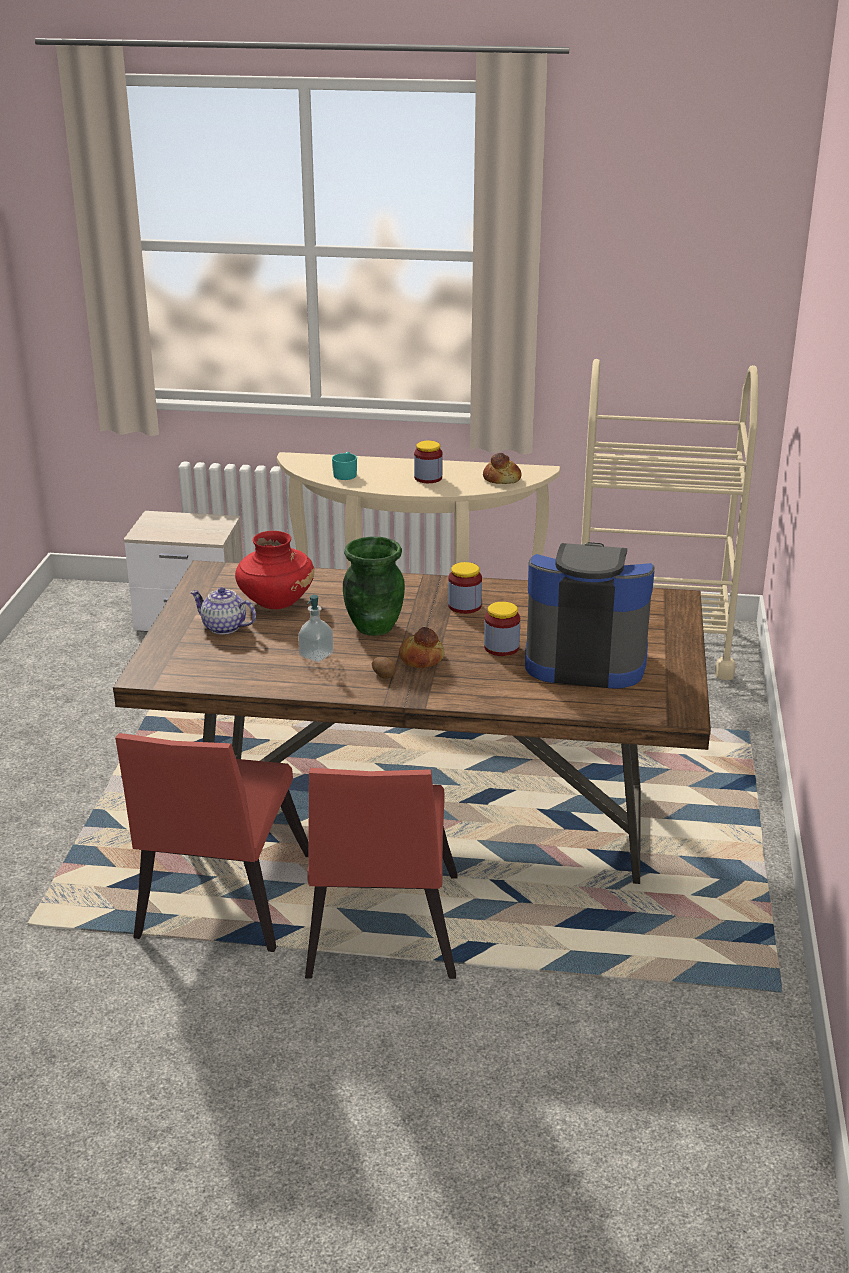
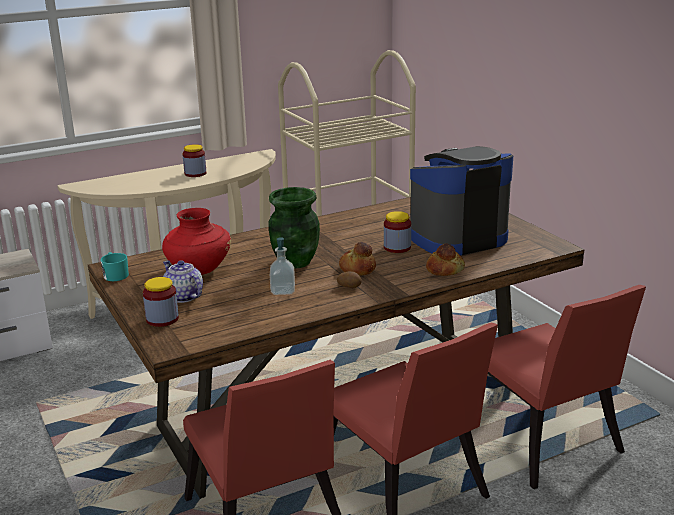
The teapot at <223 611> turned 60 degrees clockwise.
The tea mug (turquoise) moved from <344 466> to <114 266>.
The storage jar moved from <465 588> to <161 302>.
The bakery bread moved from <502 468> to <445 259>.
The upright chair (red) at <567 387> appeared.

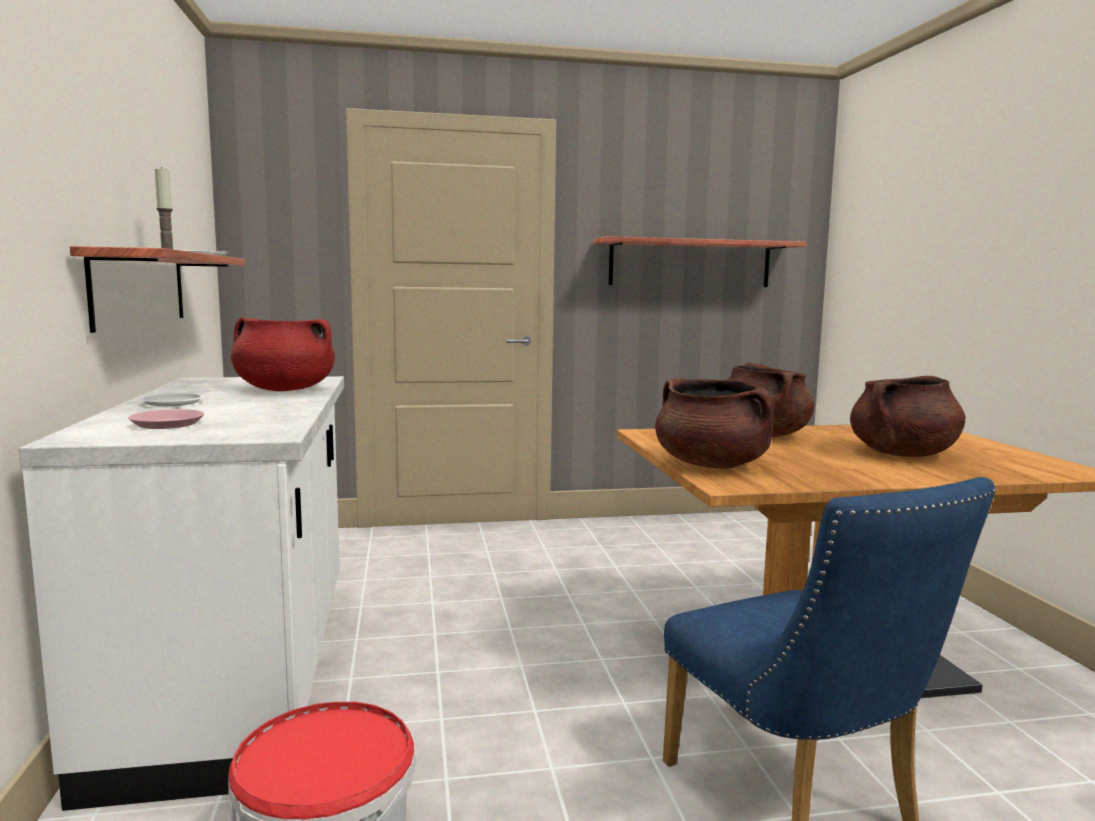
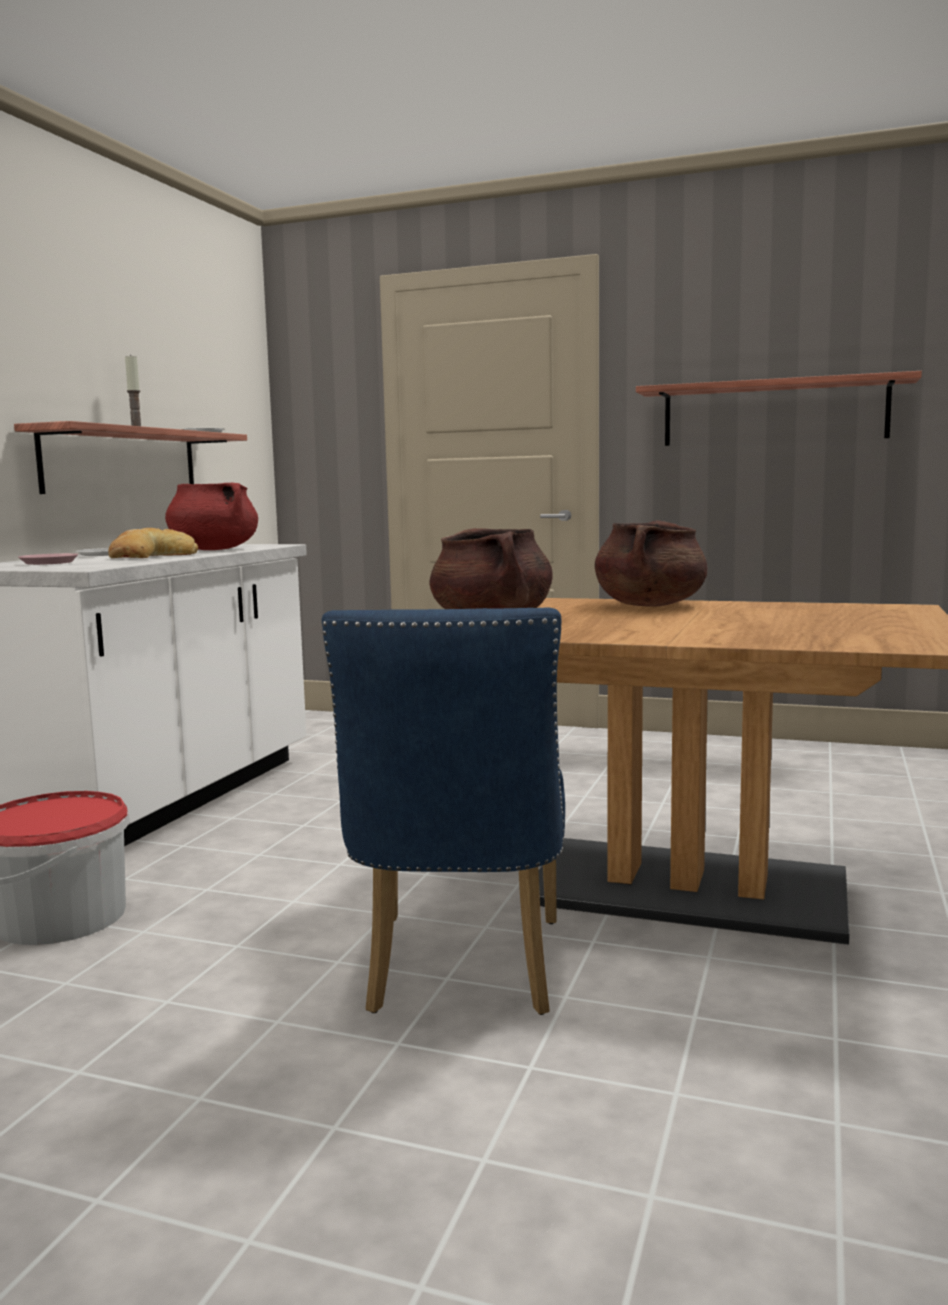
The saucepot (brown-coloured) at <907 416> disappeared.
The bakery bread at <153 543> appeared.

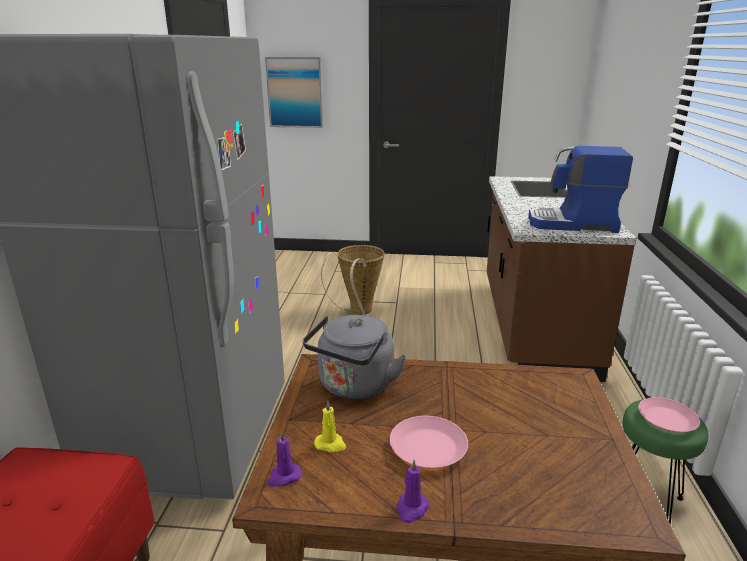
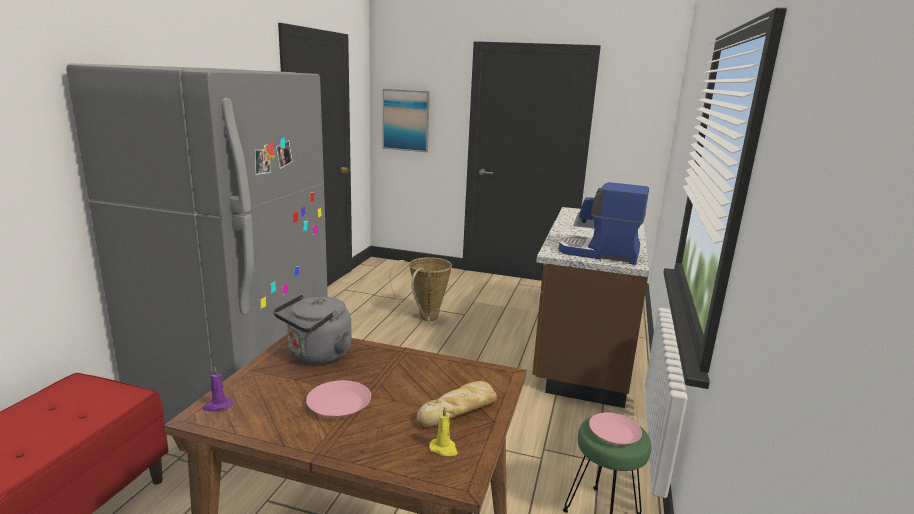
The candle (yellow) moved from <330 426> to <443 431>.
The candle (purple) at <413 491> disappeared.
The bakery bread at <456 405> appeared.

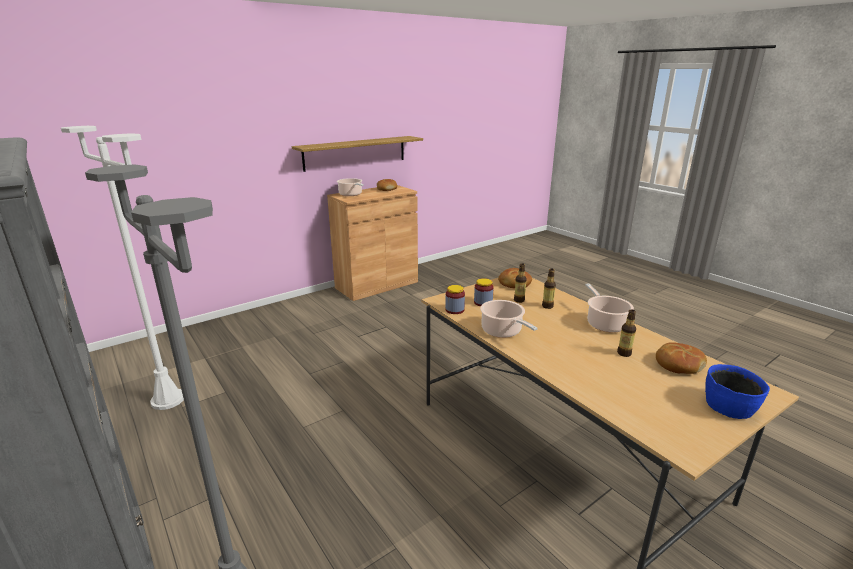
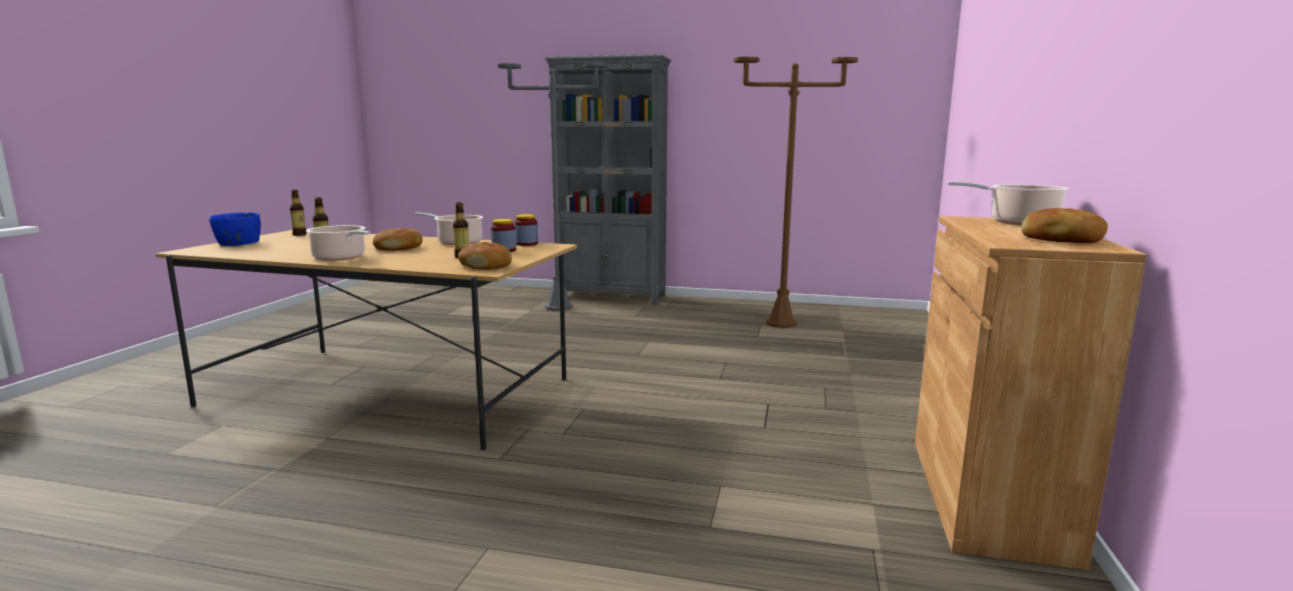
The floor lamp (white) at <122 268> became the floor lamp (brown-coloured) at <796 192>.
The shelf at <357 154> disappeared.
The drink bottle moved from <549 289> to <298 213>.
The bakery bread moved from <681 358> to <398 239>.

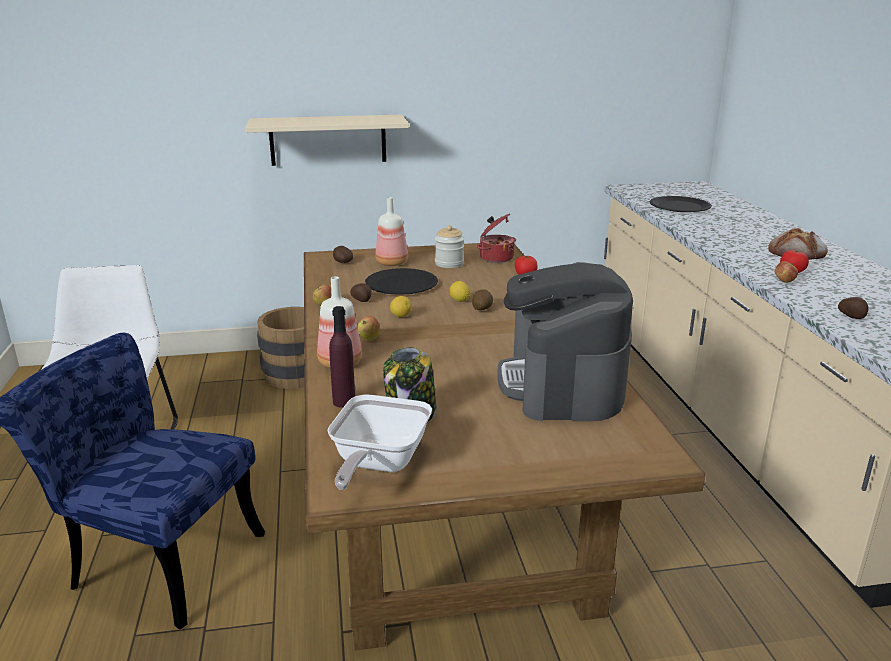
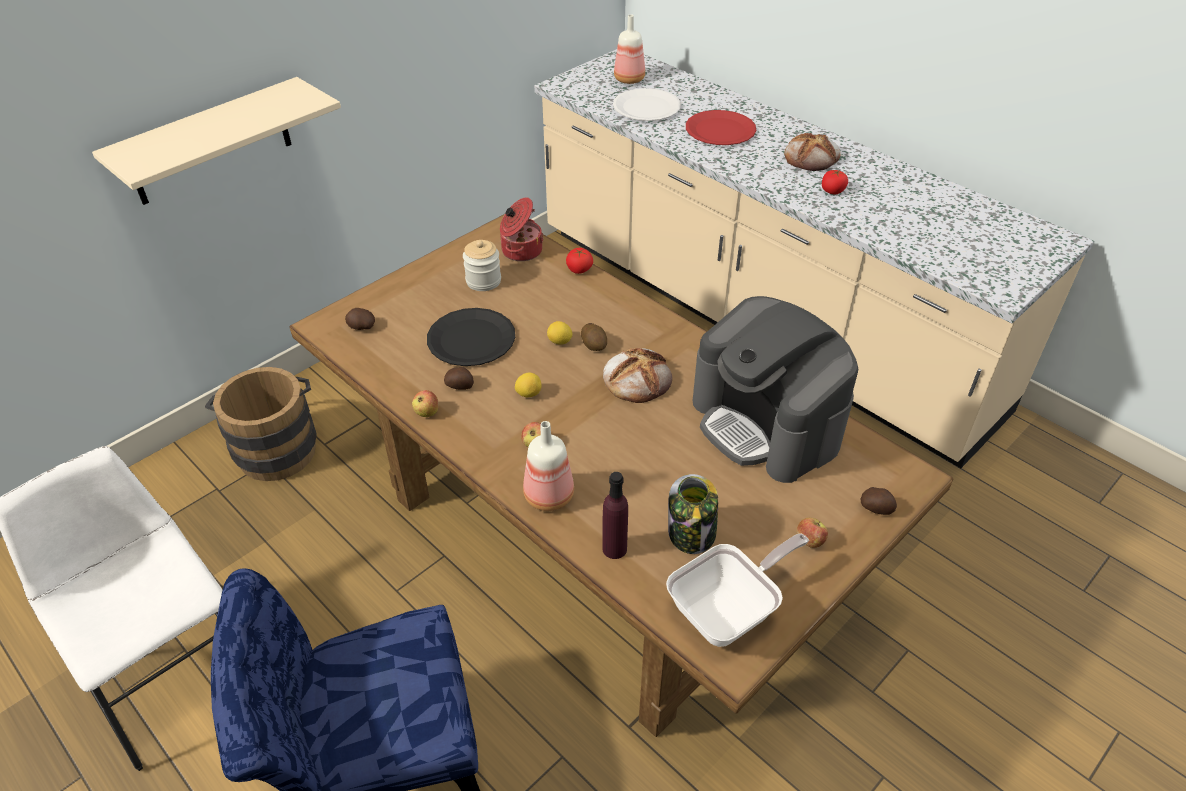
The skillet at <379 442> turned 105 degrees counterclockwise.
The drink bottle moved from <392 231> to <629 49>.
The flat dish (black-coloured) at <680 204> became the flat dish (white) at <647 104>.
The whole apple moved from <786 272> to <812 533>.
The whole potato moved from <853 308> to <879 501>.
The bakery bread at <637 375> appeared.
The flat dish (red) at <721 127> appeared.

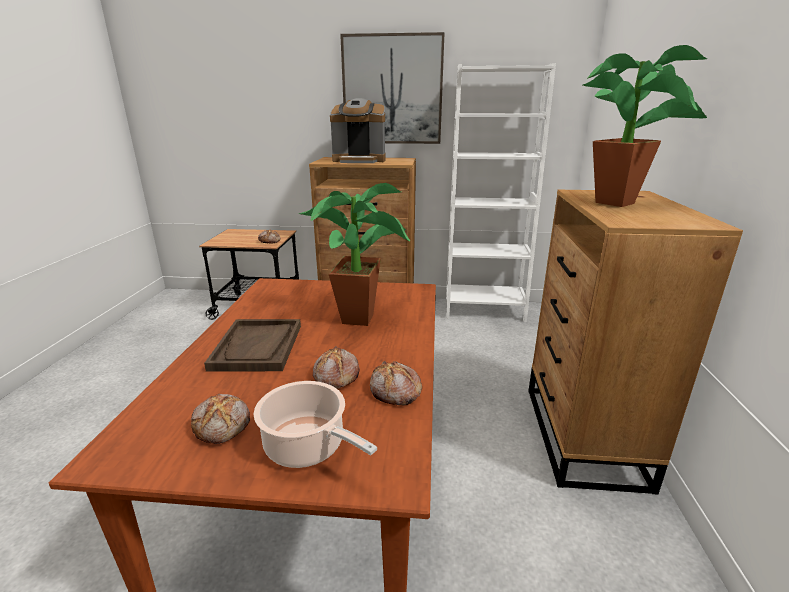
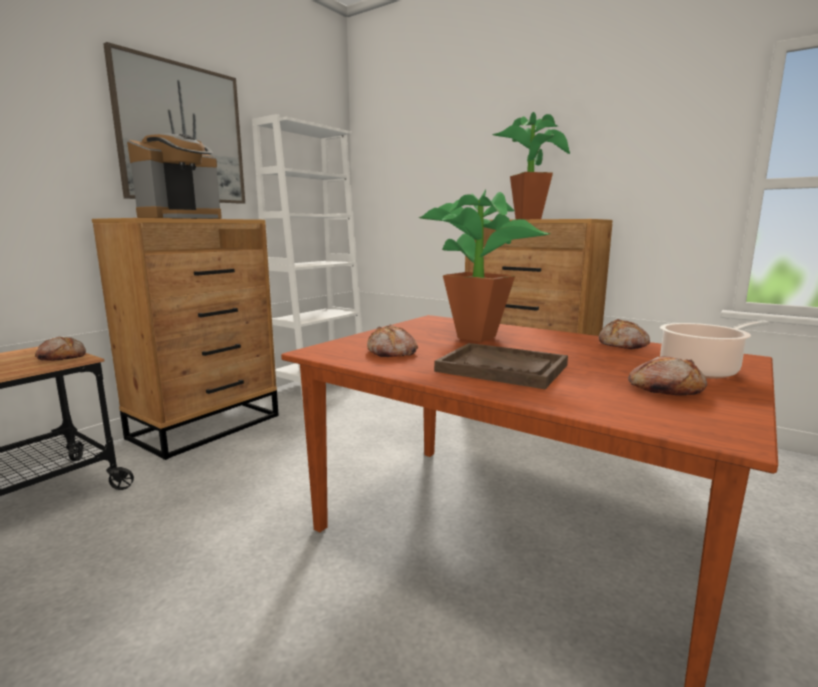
The bakery bread moved from <336 367> to <392 341>.

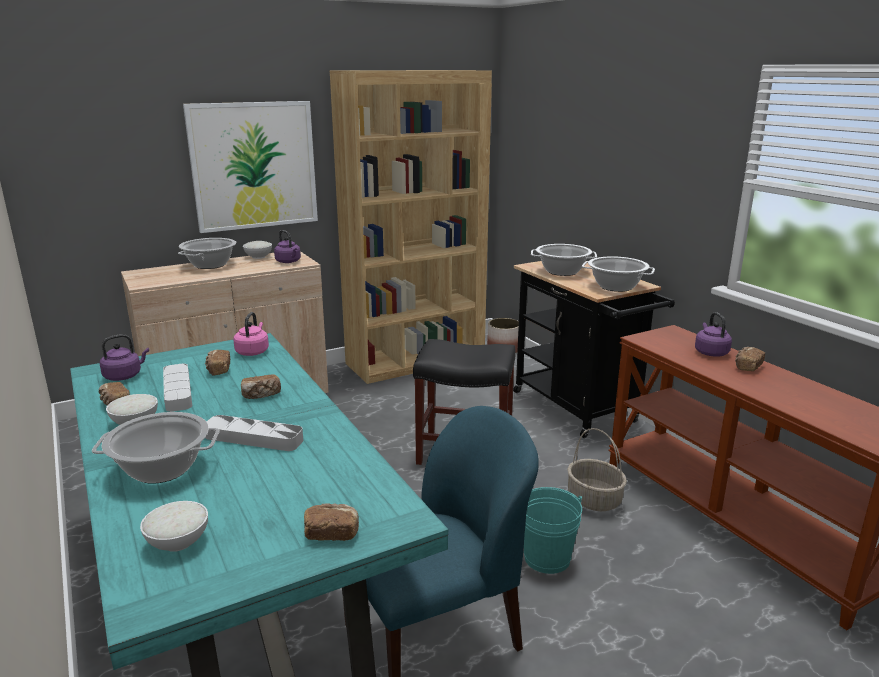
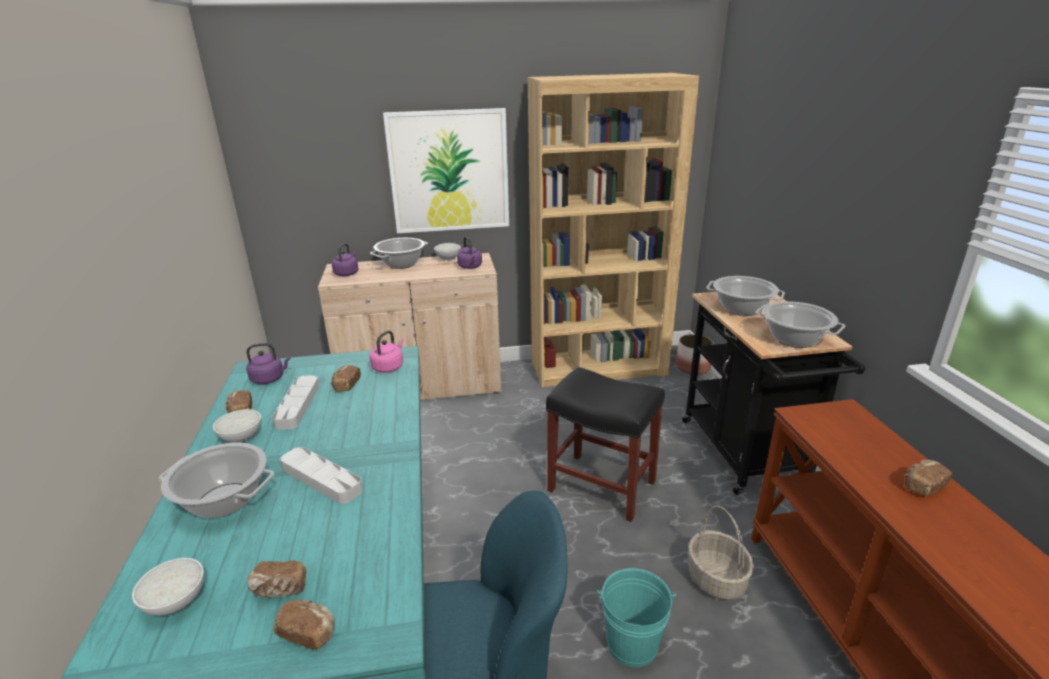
The bakery bread moved from <261 386> to <276 579>.
The kettle (purple) moved from <713 334> to <345 259>.

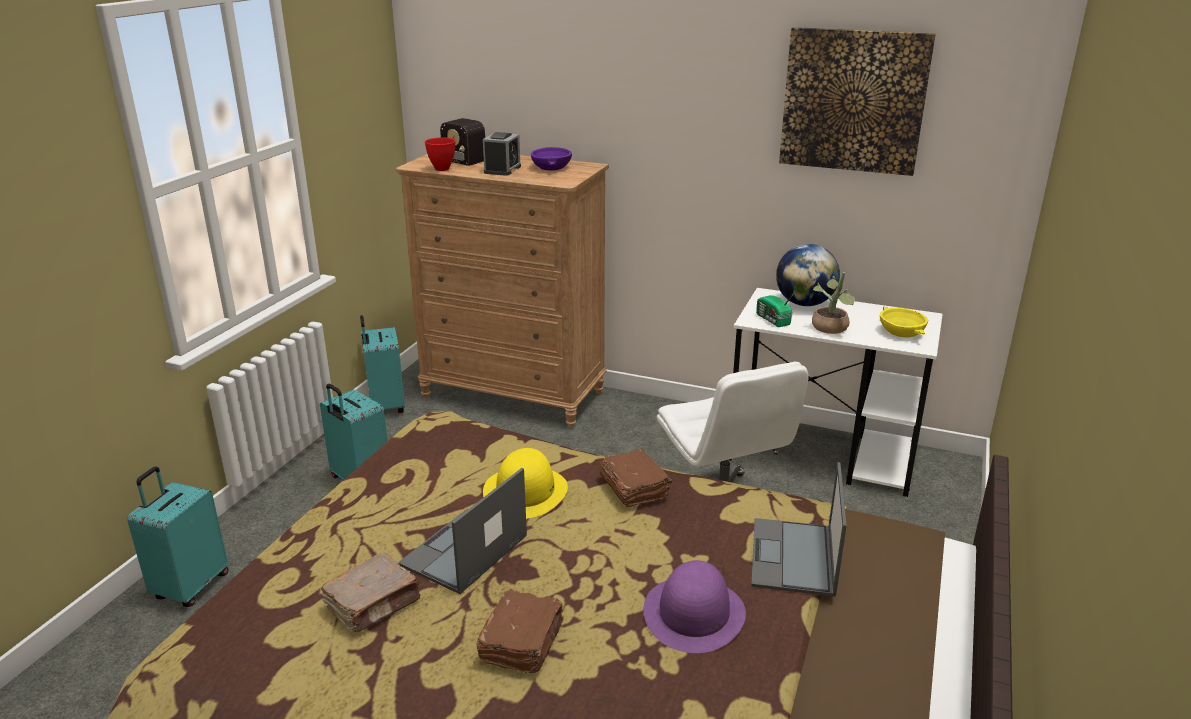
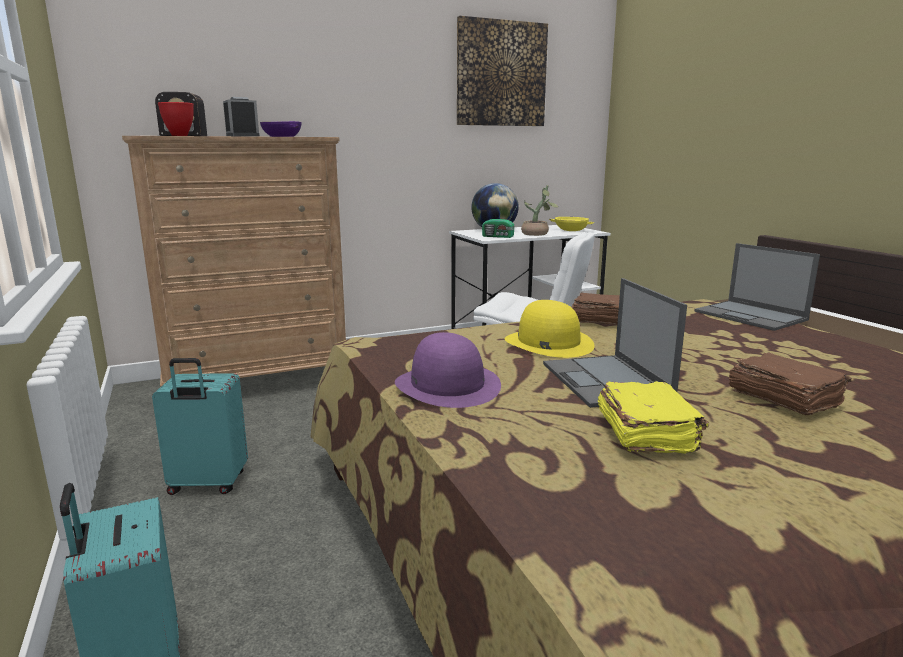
The volume (brown-coloured) at <370 592> became the volume (yellow) at <653 417>.
The travel case (turquoise) at <382 364> disappeared.
The hat (purple) moved from <694 606> to <448 370>.

